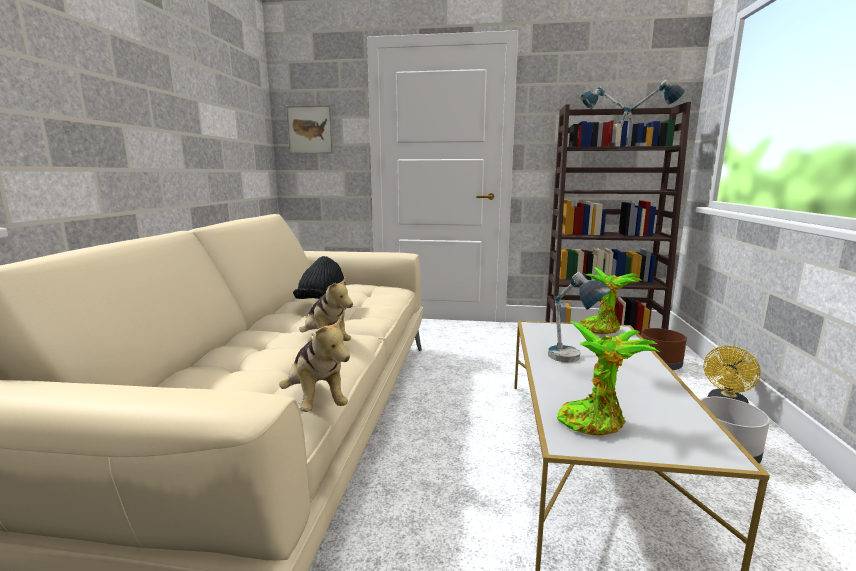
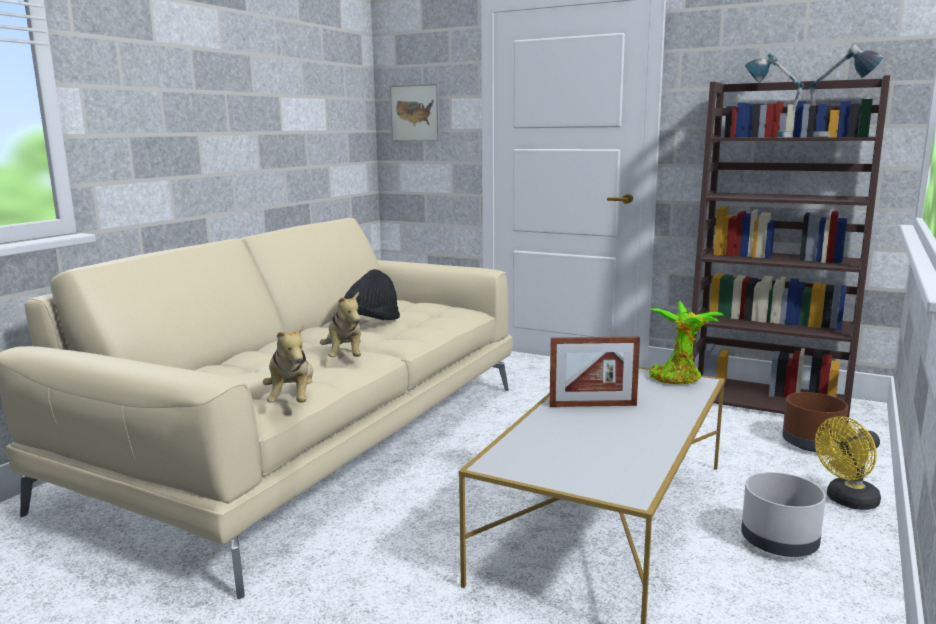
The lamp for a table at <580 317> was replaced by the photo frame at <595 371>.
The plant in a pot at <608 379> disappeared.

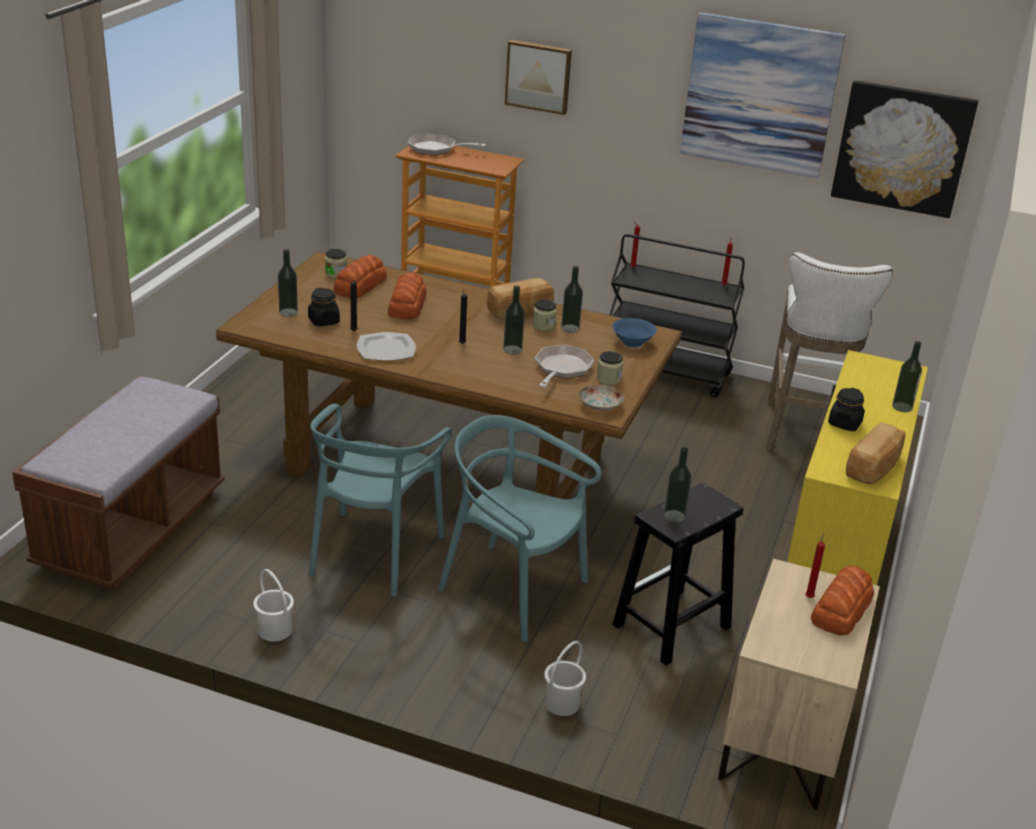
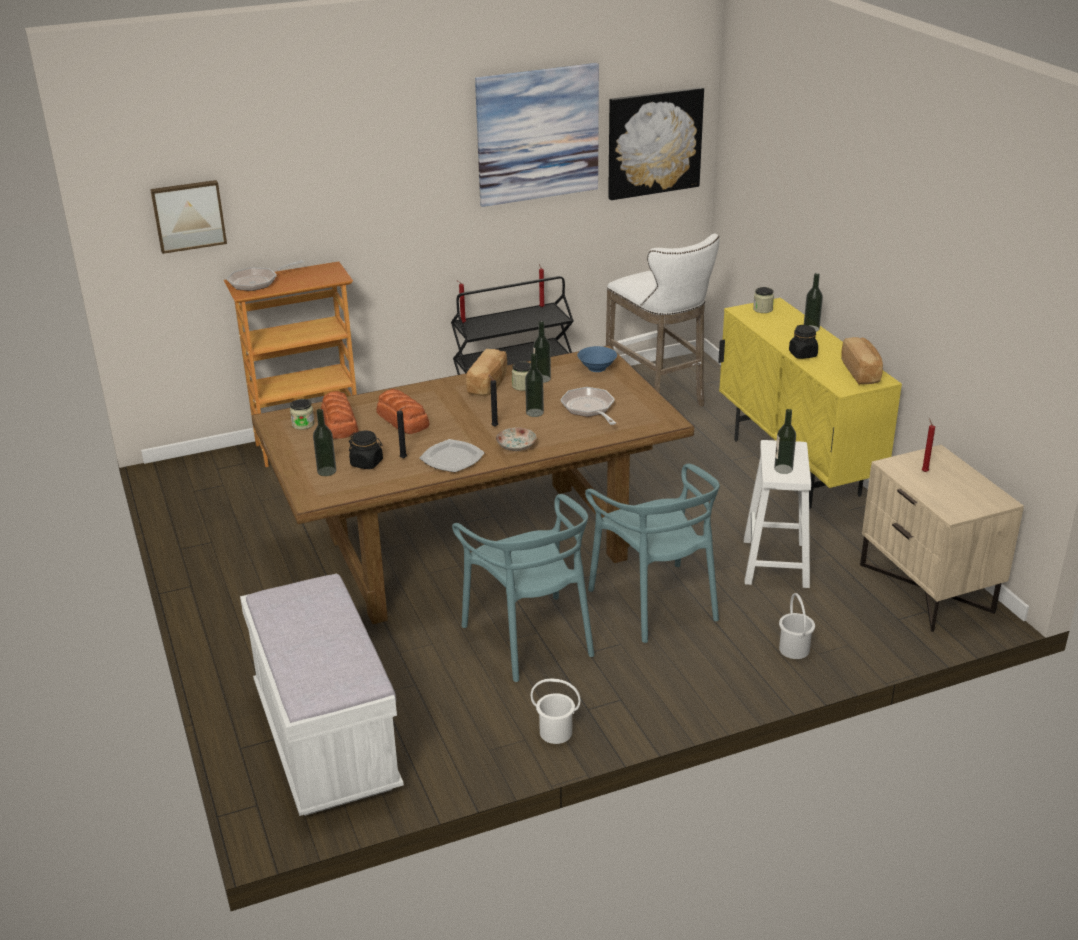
The indoor bench (brown-coloured) at <118 483> became the indoor bench (white) at <322 694>.
The upright chair (turquoise) at <520 528> turned 105 degrees counterclockwise.
The wall art moved from <538 77> to <188 217>.
The flat dish moved from <602 398> to <516 439>.
The storage jar moved from <610 368> to <763 300>.
The stool seat (black-coloured) at <677 574> became the stool seat (white) at <777 514>.
The bakery bread at <842 601> disappeared.

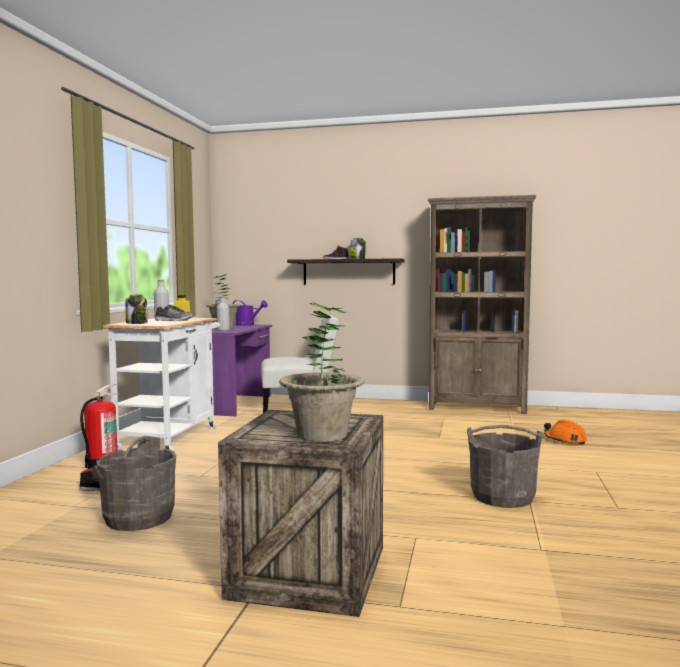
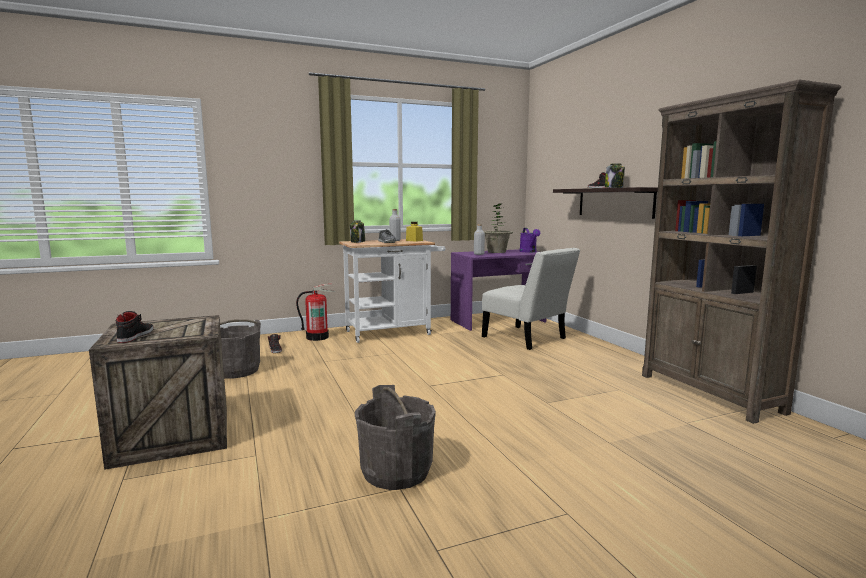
The plant in a pot at <322 372> was replaced by the low shoe (black-coloured) at <135 327>.
The work helmet (orangey) at <565 432> disappeared.

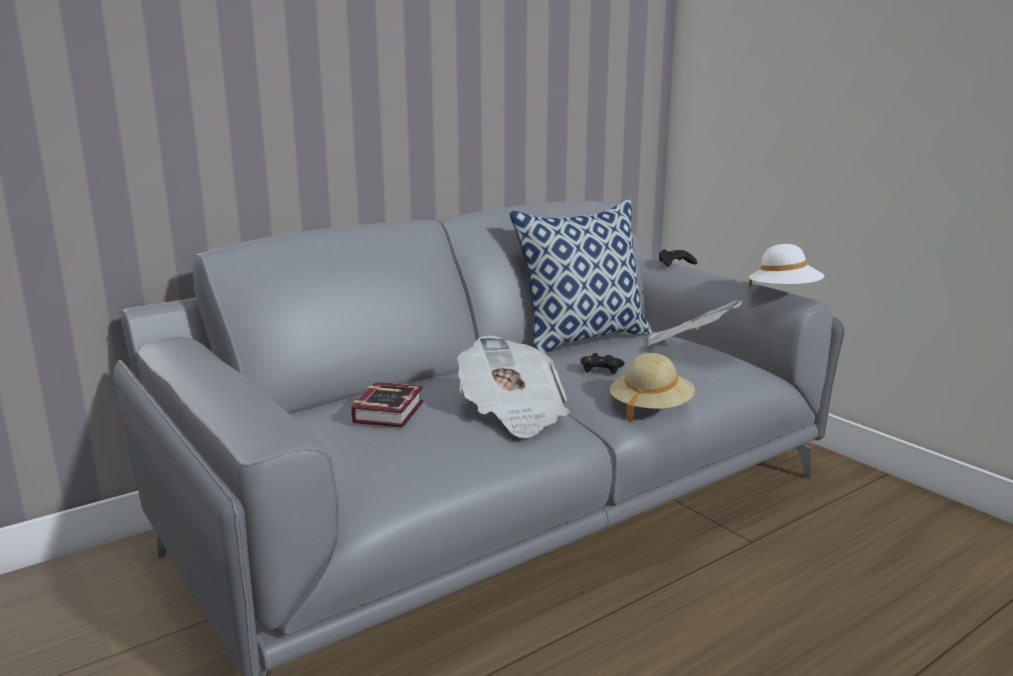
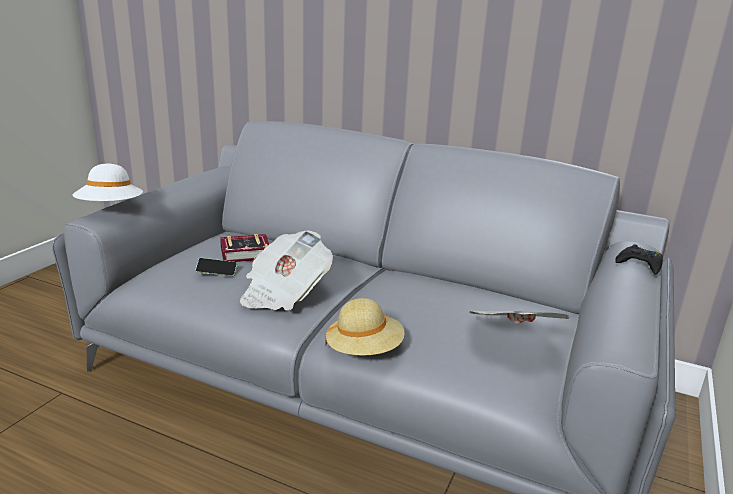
The pillow at <581 276> disappeared.
The game controller (black-coloured) at <602 363> disappeared.
The hat (white) moved from <787 266> to <107 182>.
The handset at <216 267> appeared.

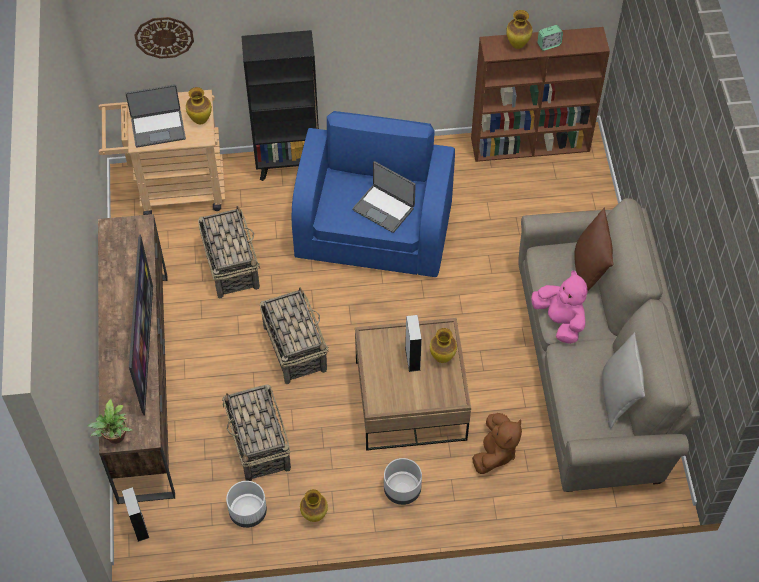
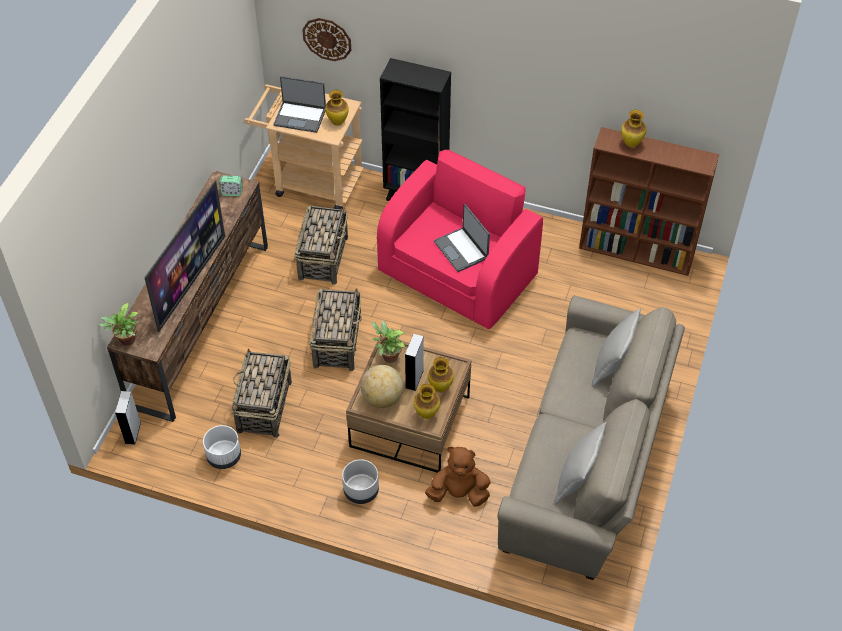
The lounge chair (blue) at <373 194> became the lounge chair (pinkish) at <460 239>.
The flower vase moved from <314 505> to <427 401>.
The plush toy (brown-coloured) at <497 443> turned 135 degrees counterclockwise.
The plush toy (pinkish) at <559 307> disappeared.
The bedside clock moved from <550 38> to <230 186>.
The pillow (brown-coloured) at <593 249> became the pillow (grey) at <616 347>.
The desk globe at <382 386> appeared.
The plant in a pot at <388 342> appeared.

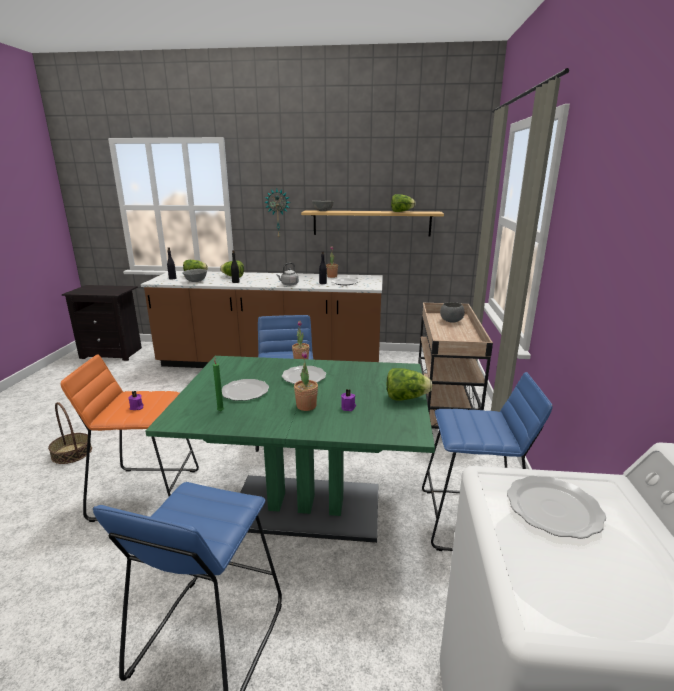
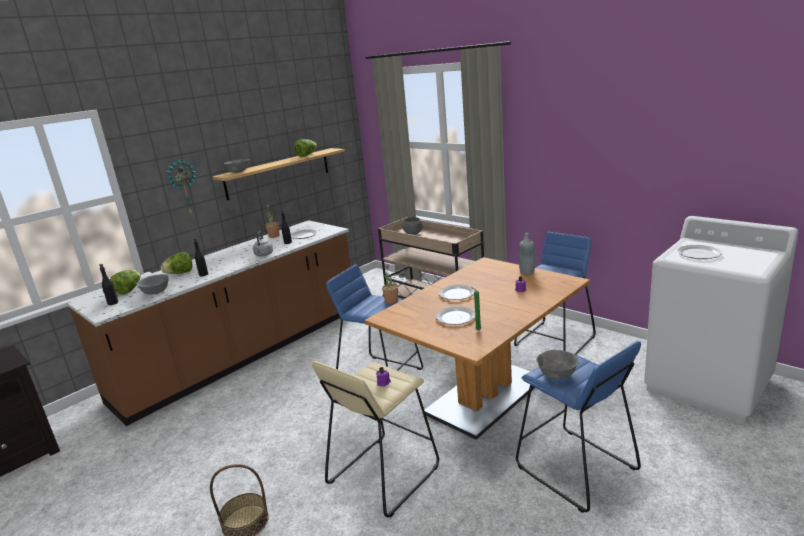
The stool seat (orangey) at <130 438> became the stool seat (beige-coloured) at <375 439>.
The kitchen table (green-coloured) at <290 449> became the kitchen table (brown-coloured) at <477 348>.
The plant in a pot at <306 381> disappeared.
The lettuce at <409 384> was replaced by the drink bottle (grey) at <527 254>.
The bowl (grey) at <557 364> appeared.

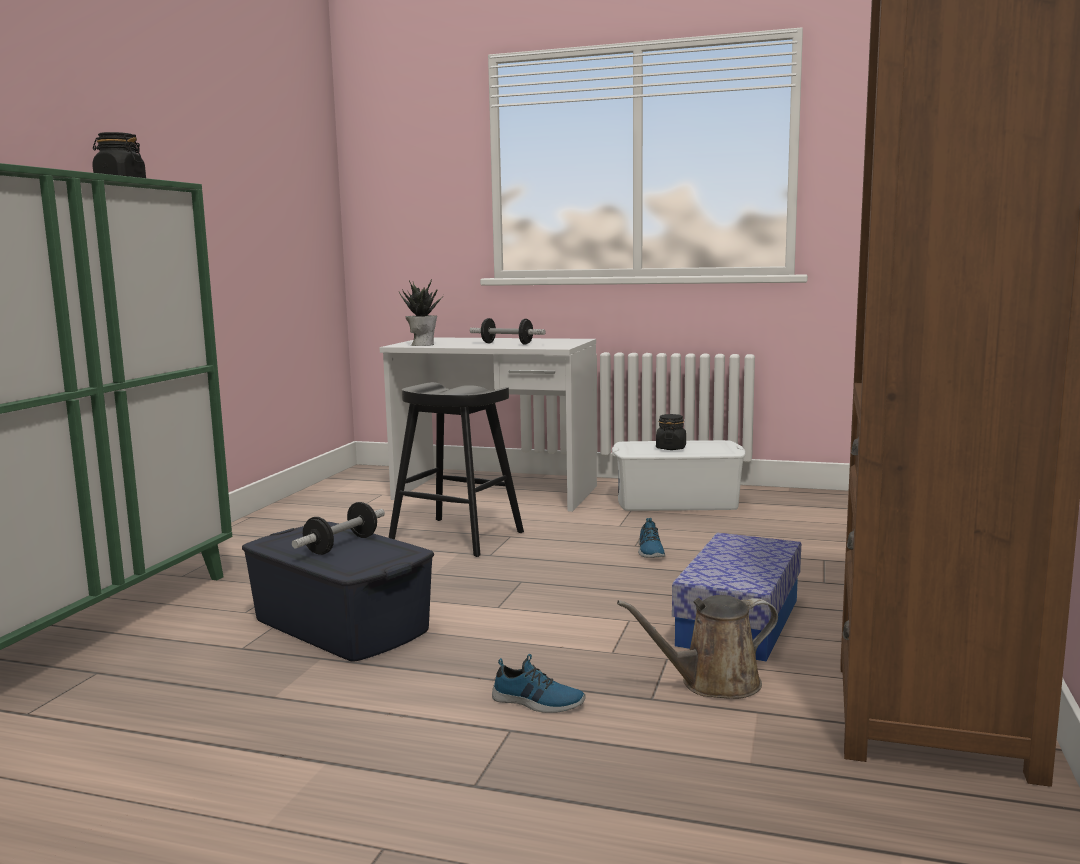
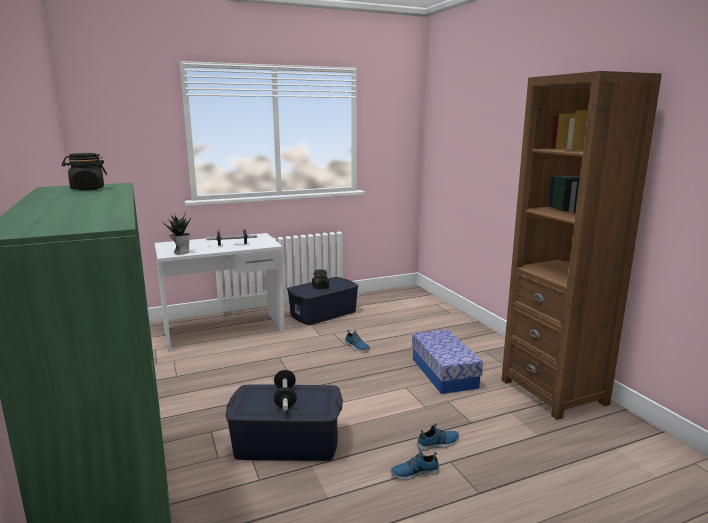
The stool seat (black-coloured) at <456 469> disappeared.
The storage bin (white) at <679 475> became the storage bin (blue) at <323 301>.
The watering pot (brown-coloured) at <697 647> disappeared.
The low shoe at <415 464> appeared.

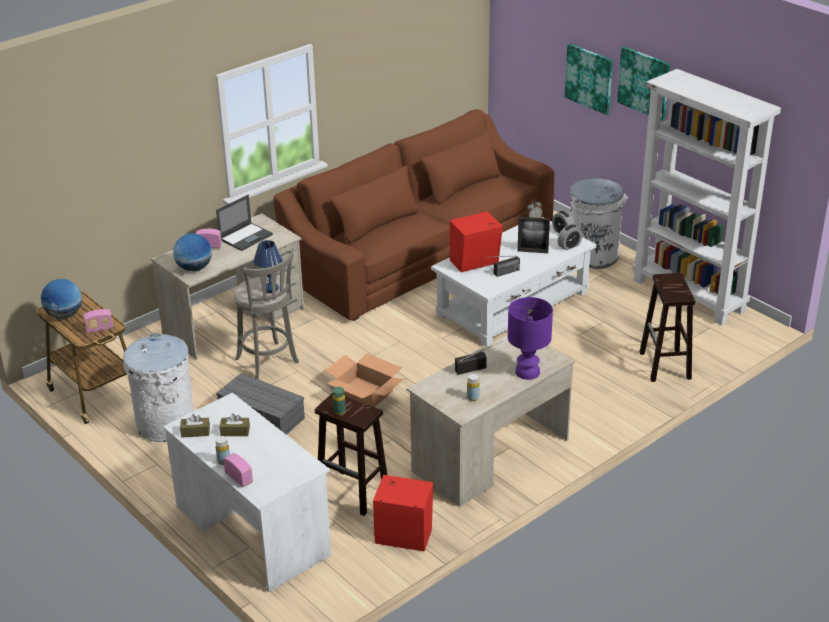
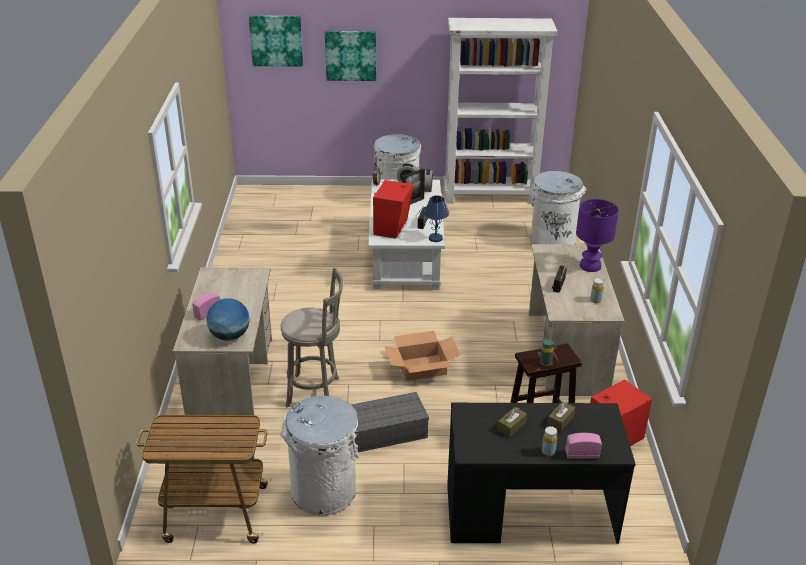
The desk globe at <61 299> disappeared.
The radio receiver at <98 321> disappeared.
The desk table (white) at <247 492> became the desk table (black-coloured) at <541 473>.
The tissue box (brown-coloured) moved from <195 425> to <561 417>.
The laptop at <244 223> disappeared.
The lamp for a table (blue) moved from <268 266> to <436 219>.
The sofa (brown-coloured) at <413 215> disappeared.
The wall art moved from <643 84> to <276 41>.
The stool seat (brown-coloured) at <667 327> was replaced by the rubbish bin (white) at <558 207>.

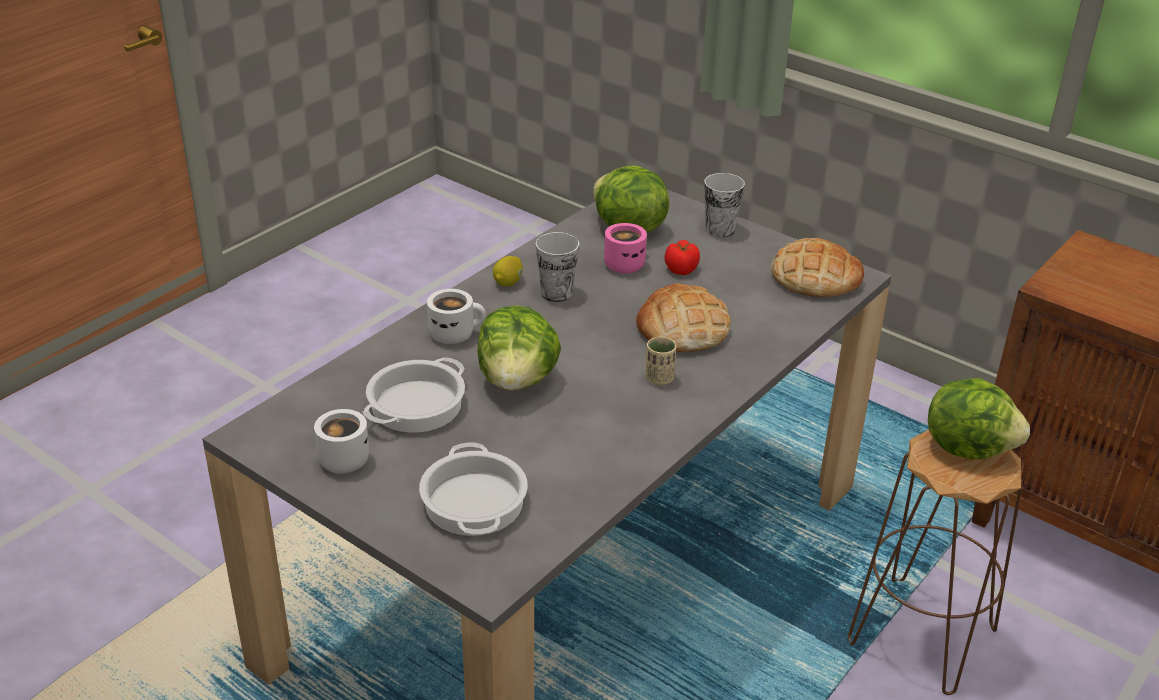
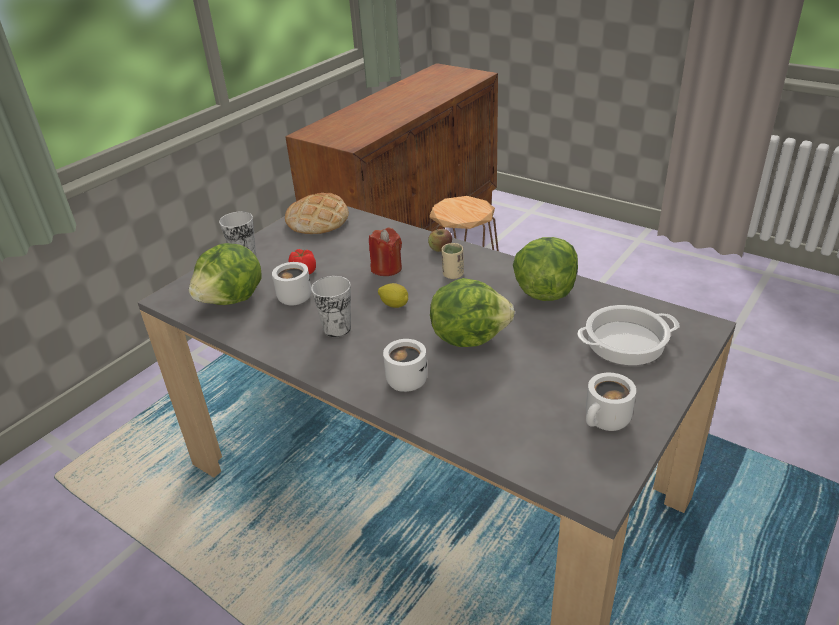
The saucepot at <414 395> disappeared.
The lemon moved from <508 271> to <393 295>.
The tea mug (pinkish) at <625 248> became the tea mug (white) at <291 283>.
The bakery bread at <683 317> was replaced by the candle (red) at <385 252>.
The lettuce moved from <979 419> to <545 269>.
The whole apple at <440 240> appeared.

